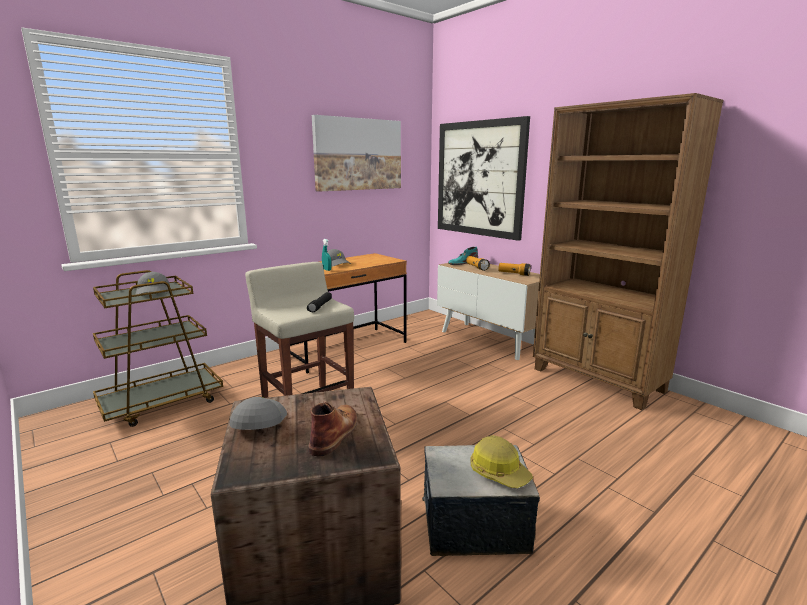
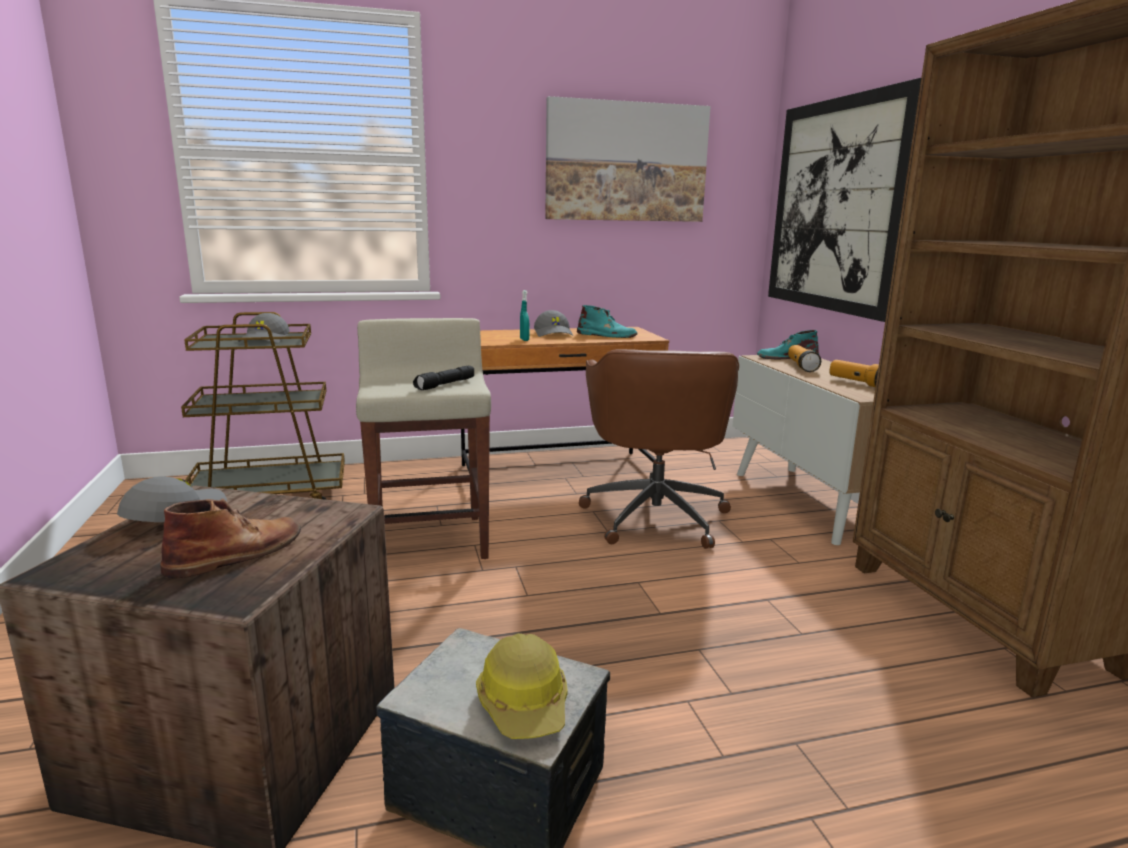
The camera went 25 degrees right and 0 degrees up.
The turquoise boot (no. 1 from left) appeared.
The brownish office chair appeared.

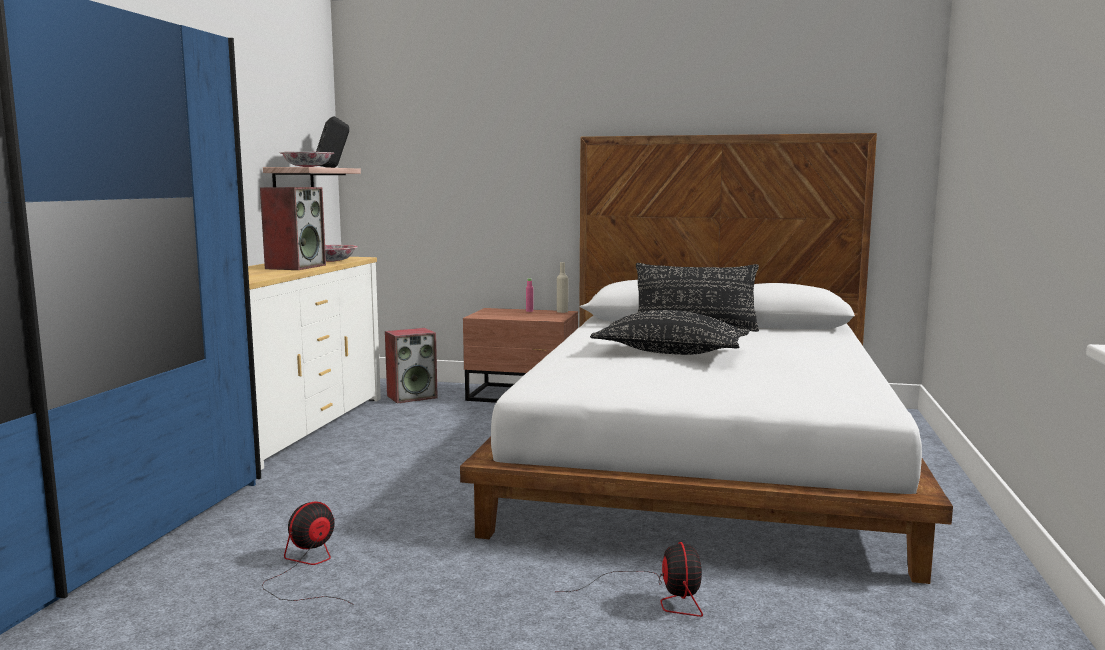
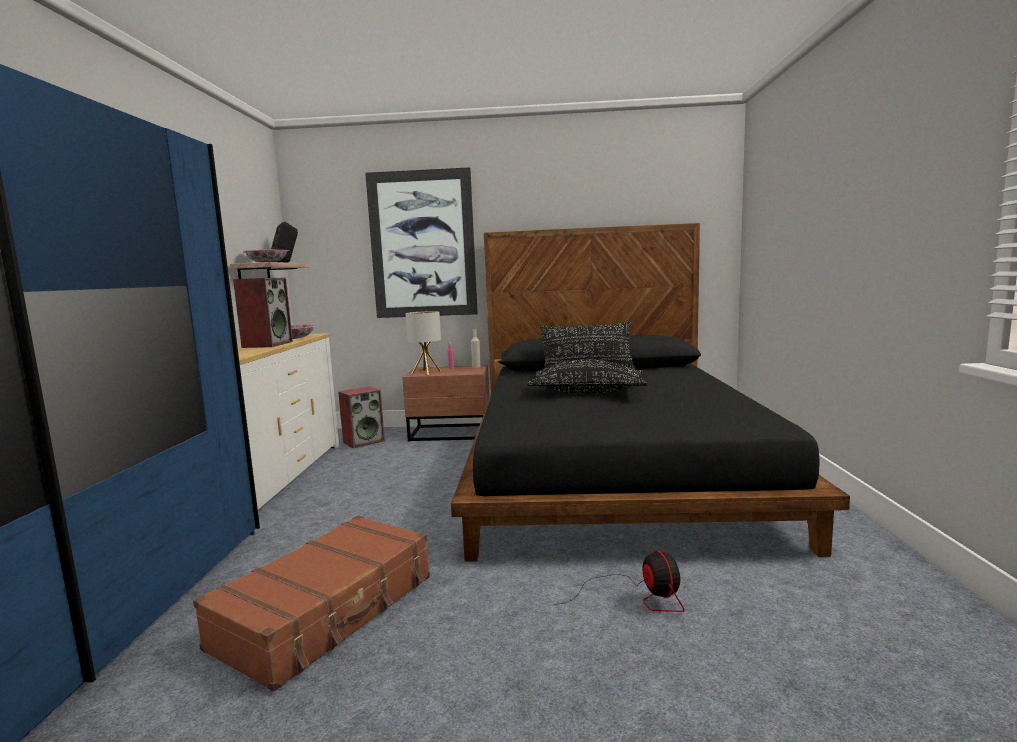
The camera went 10 degrees left and 0 degrees up.
The electric fan (no. 1 from left) was replaced by the brownish piece of luggage.
The wall art appeared.
The lamp for a table appeared.
The white-coloured bed became the black bed.

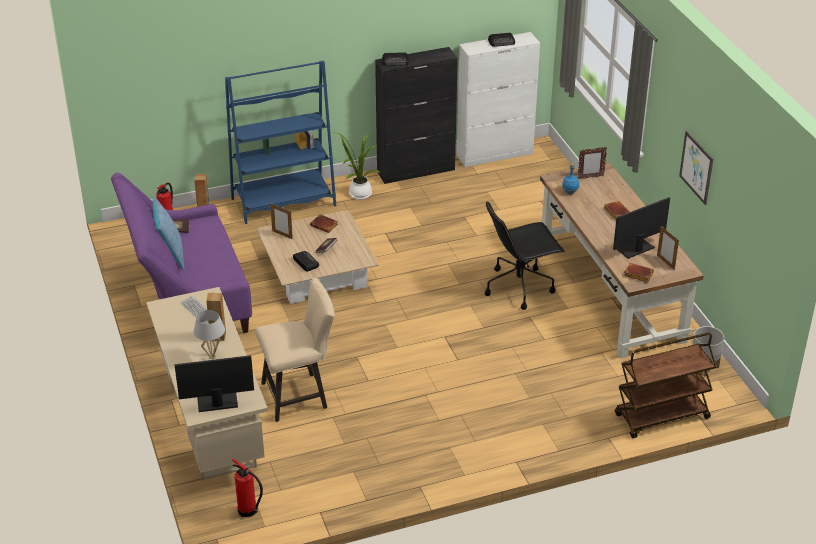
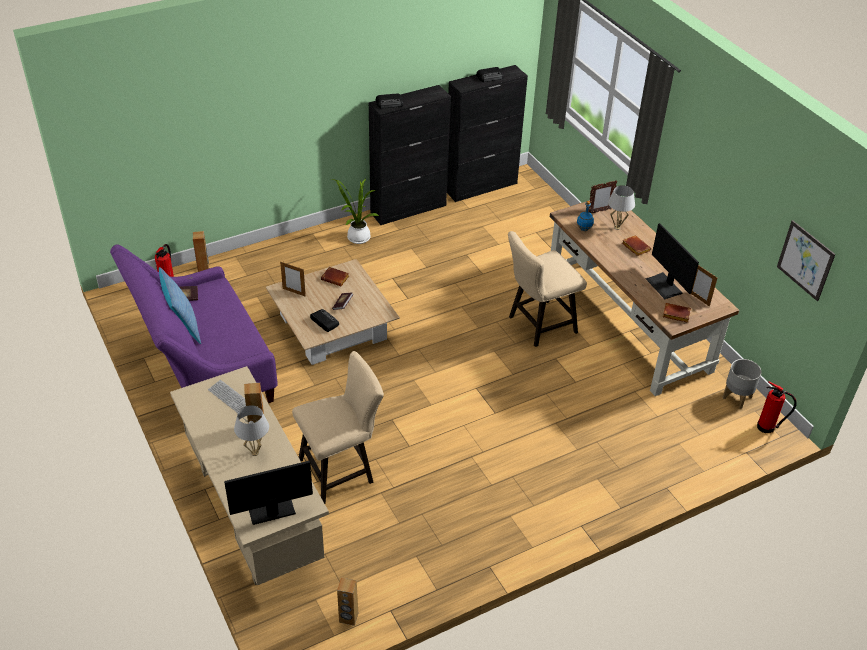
The camera went 10 degrees left and 5 degrees up.
The brownish speaker (no. 3 from left) appeared.
The white-coloured cabinet became the black cabinet (no. 2 from left).
The black office chair was replaced by the beige-coloured stool (no. 2 from left).
The white-coloured lamp for a table (no. 2 from left) appeared.
The monitor (no. 2 from left) turned 75 degrees counterclockwise.
The fire-fighting cylinder (no. 2 from left) moved.
The wall art moved.
The blue-coloured shelving unit disappeared.
The brownish cart disappeared.

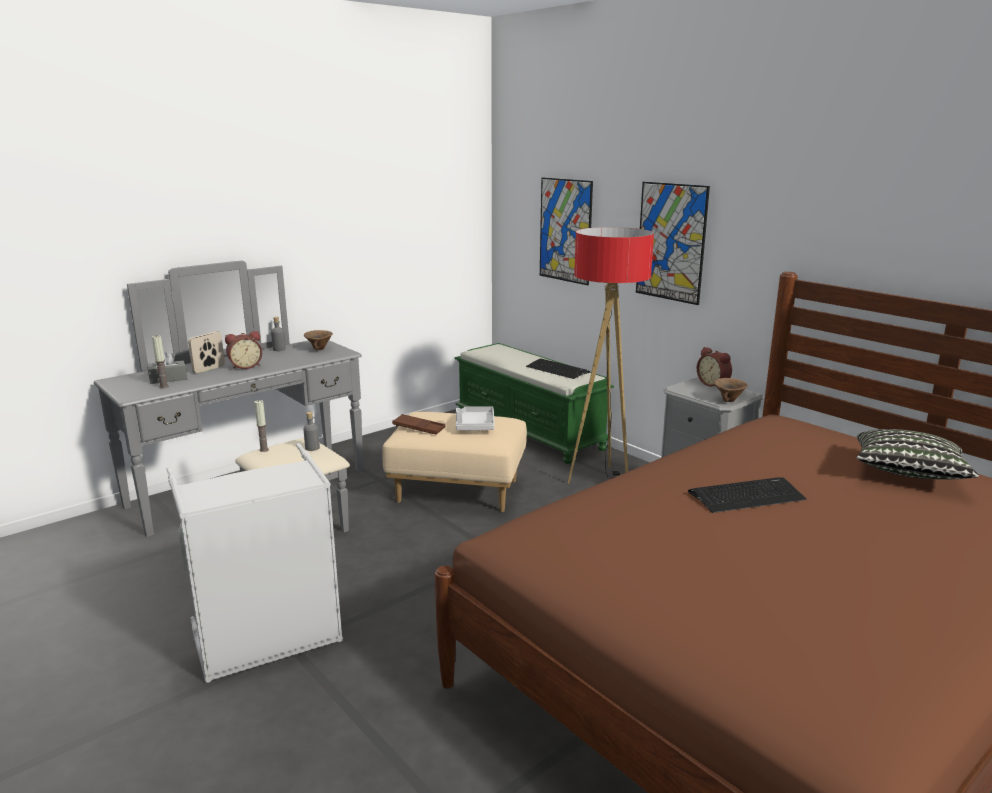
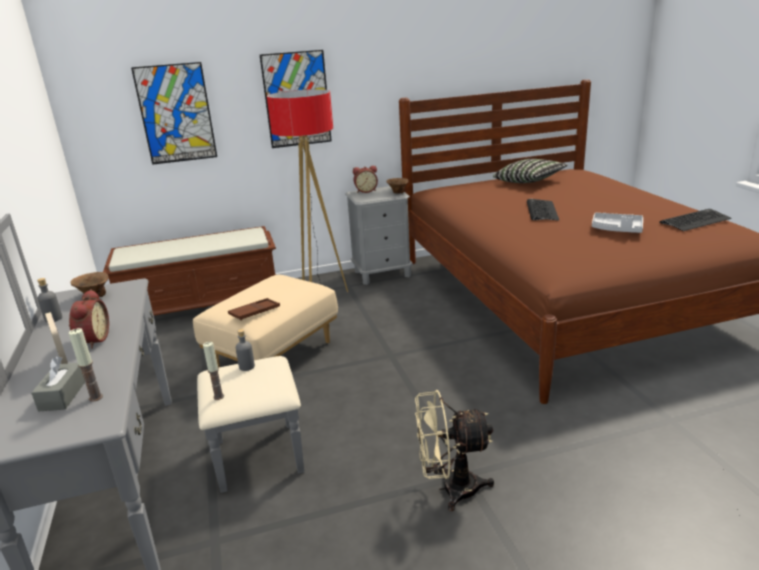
The camera went 65 degrees left and 5 degrees up.
The green indoor bench became the brownish indoor bench.
The gray hamper was replaced by the beige-coloured electric fan.
The gray carrying tray moved.
The PC keyboard (no. 1 from left in the first image) moved.

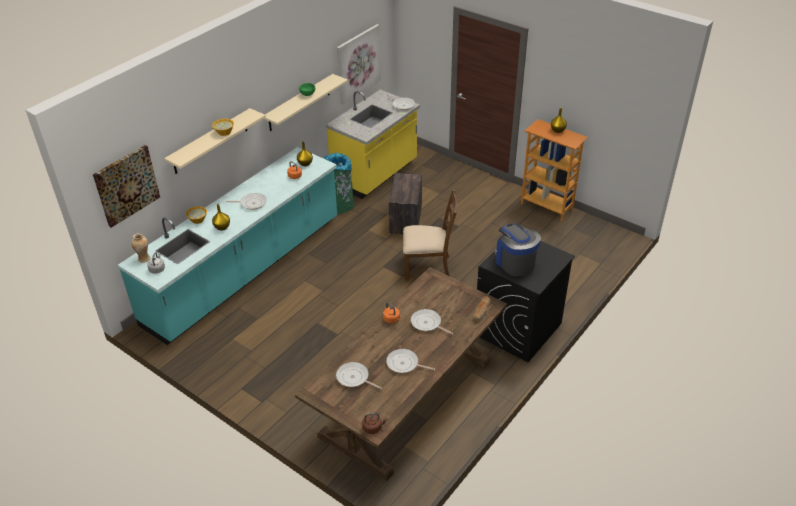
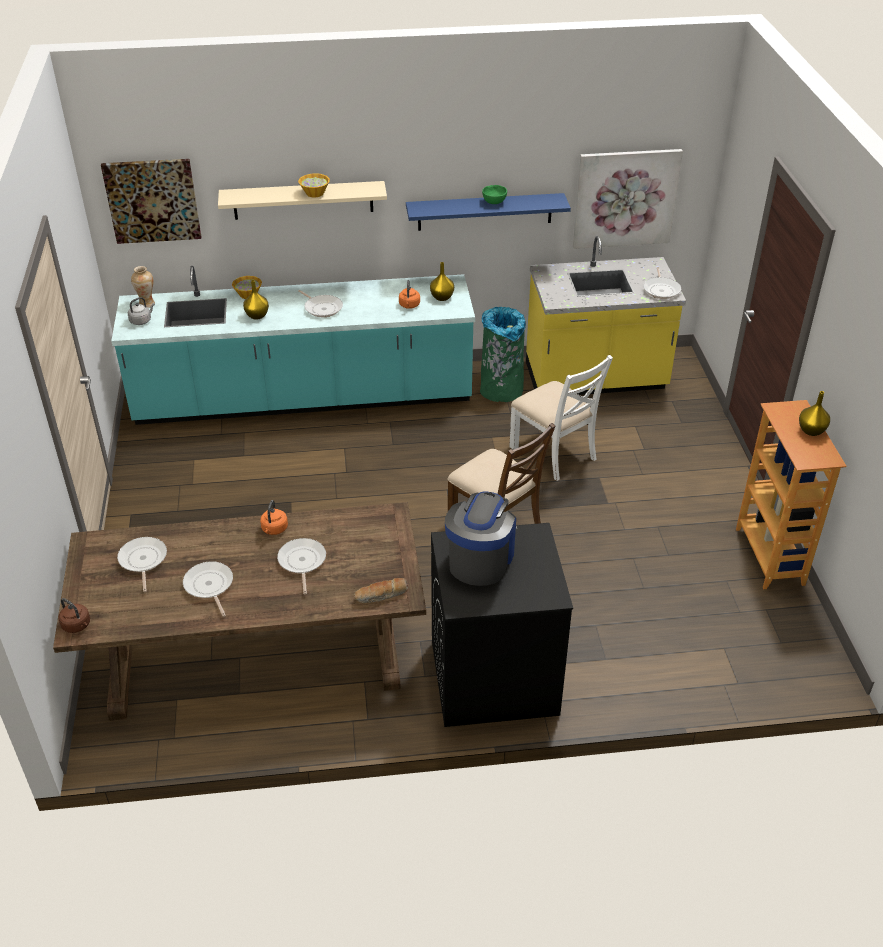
The camera went 45 degrees right and 0 degrees up.
The beige-coloured wall shelf (no. 2 from left) became the blue-coloured wall shelf.
The packing crate was replaced by the white-coloured upright chair.

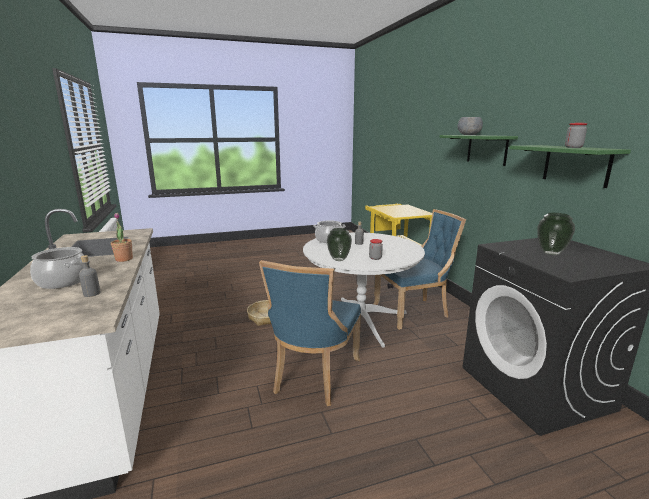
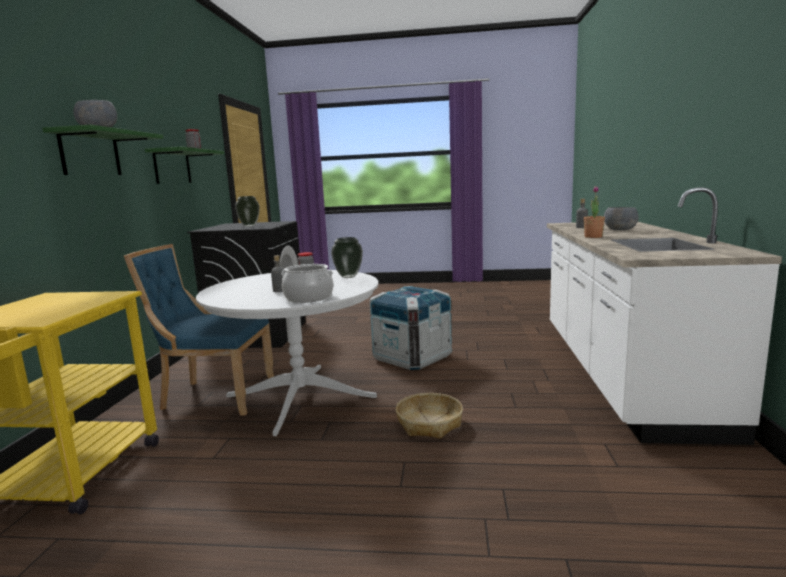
The camera went 155 degrees left and 5 degrees down.
The blue-coloured upright chair (no. 1 from left) was replaced by the packing crate.
The stockpot (no. 1 from left) was replaced by the gray bowl (no. 2 from left).

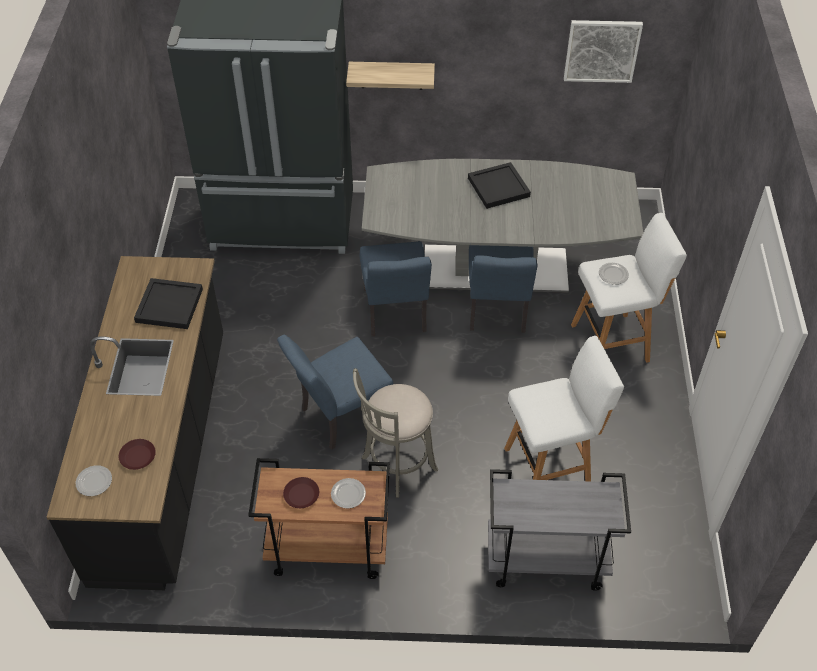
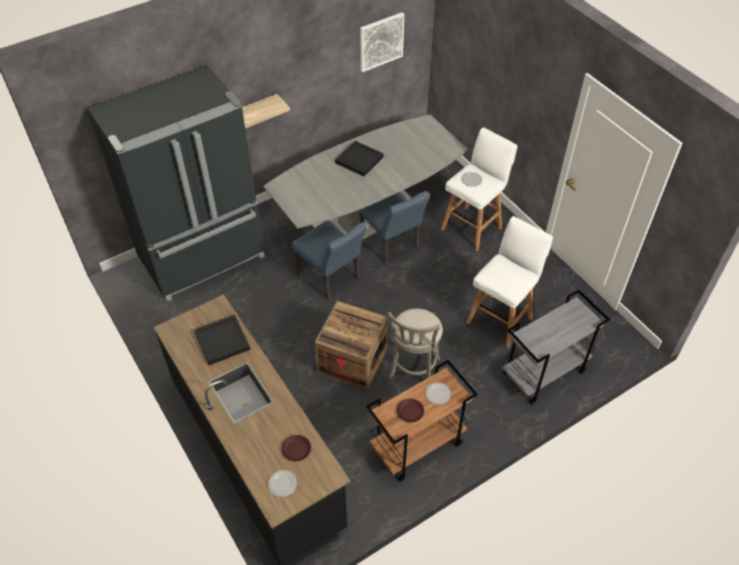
The camera went 35 degrees left and 0 degrees up.
The blue-coloured upright chair (no. 1 from left) was replaced by the packing crate.

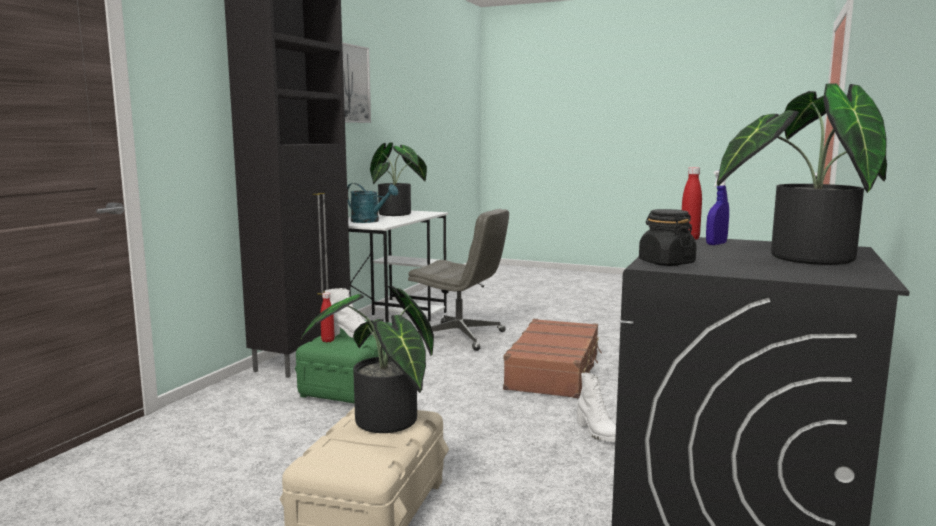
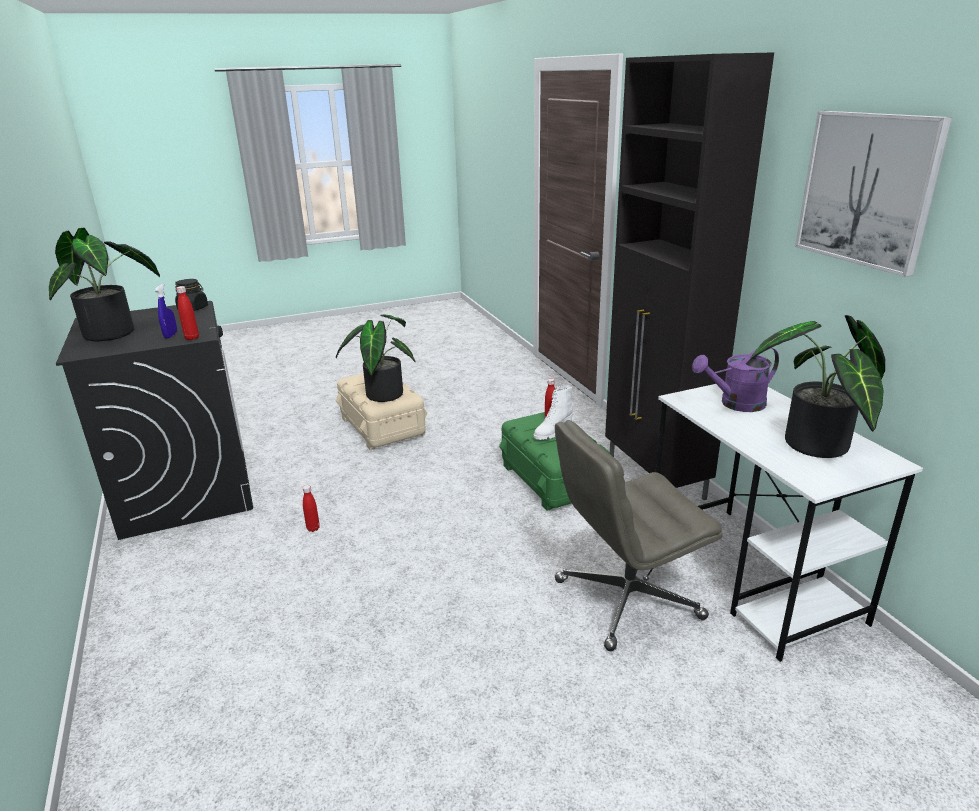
The camera went 135 degrees right and 15 degrees up.
The white-coloured boot (no. 2 from left) was replaced by the red drink bottle (no. 2 from left).
The turquoise watering can became the purplish watering can.
The brownish piece of luggage disappeared.

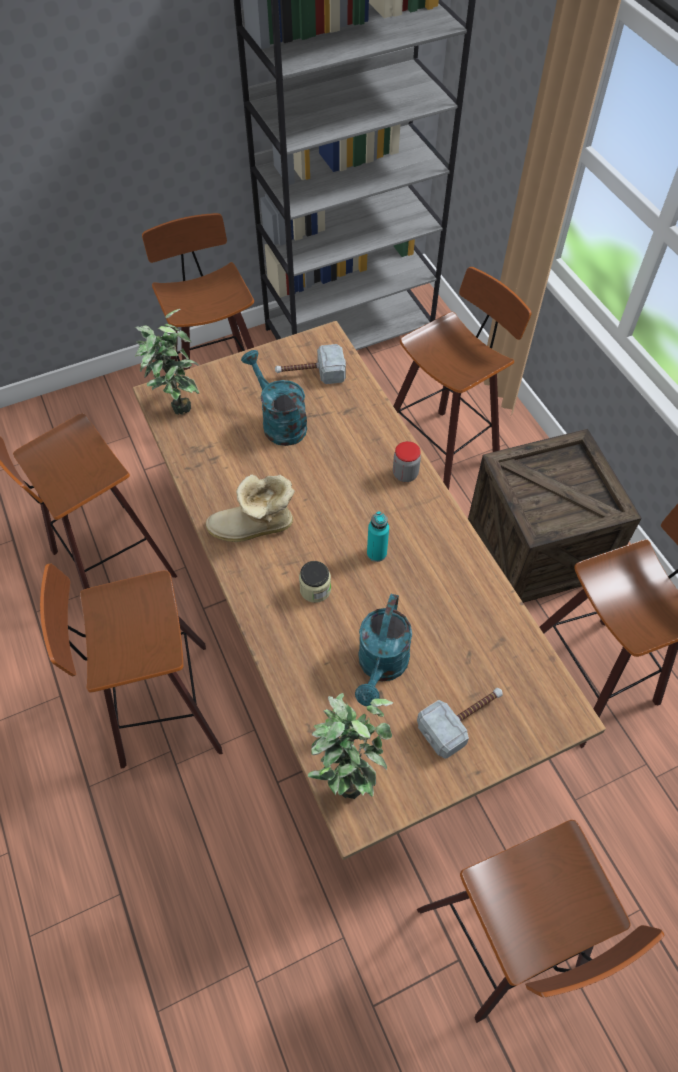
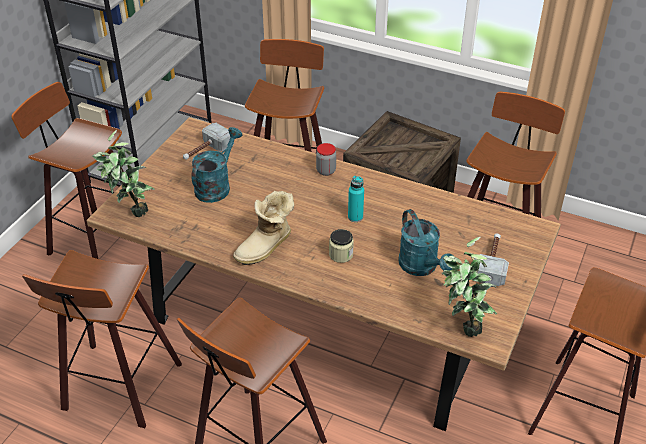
The camera went 40 degrees left and 15 degrees down.
The turquoise watering can (no. 1 from left) turned 105 degrees clockwise.

